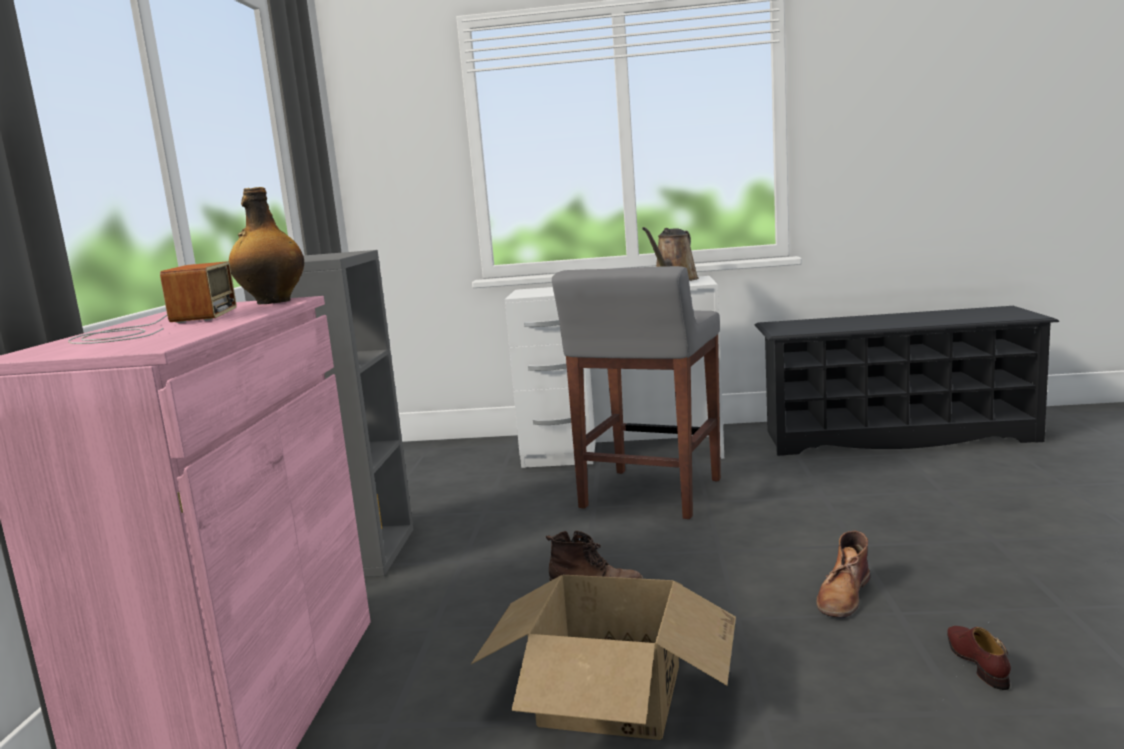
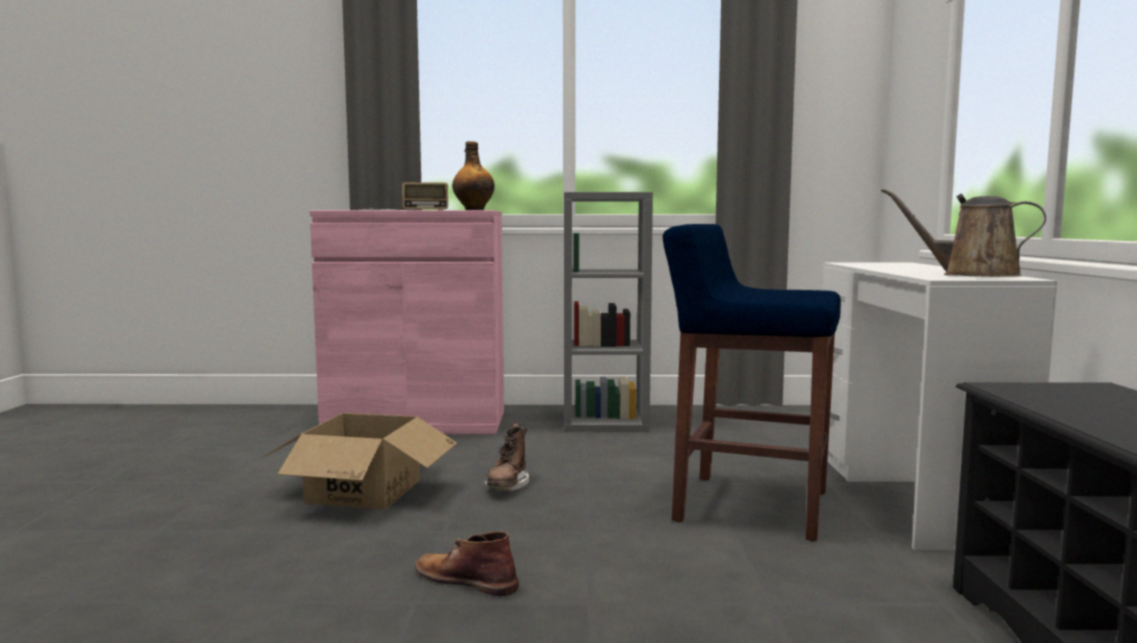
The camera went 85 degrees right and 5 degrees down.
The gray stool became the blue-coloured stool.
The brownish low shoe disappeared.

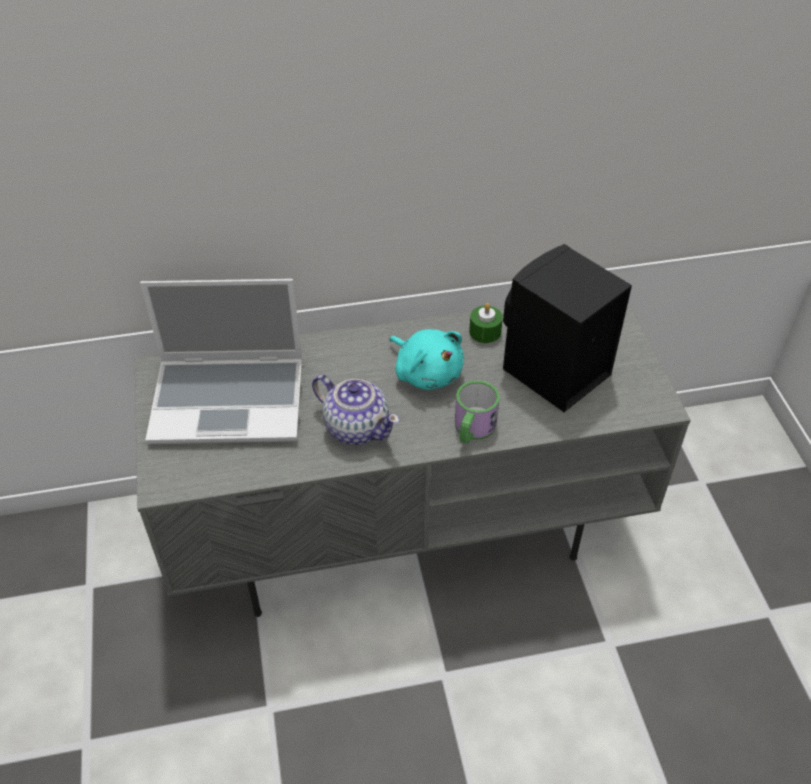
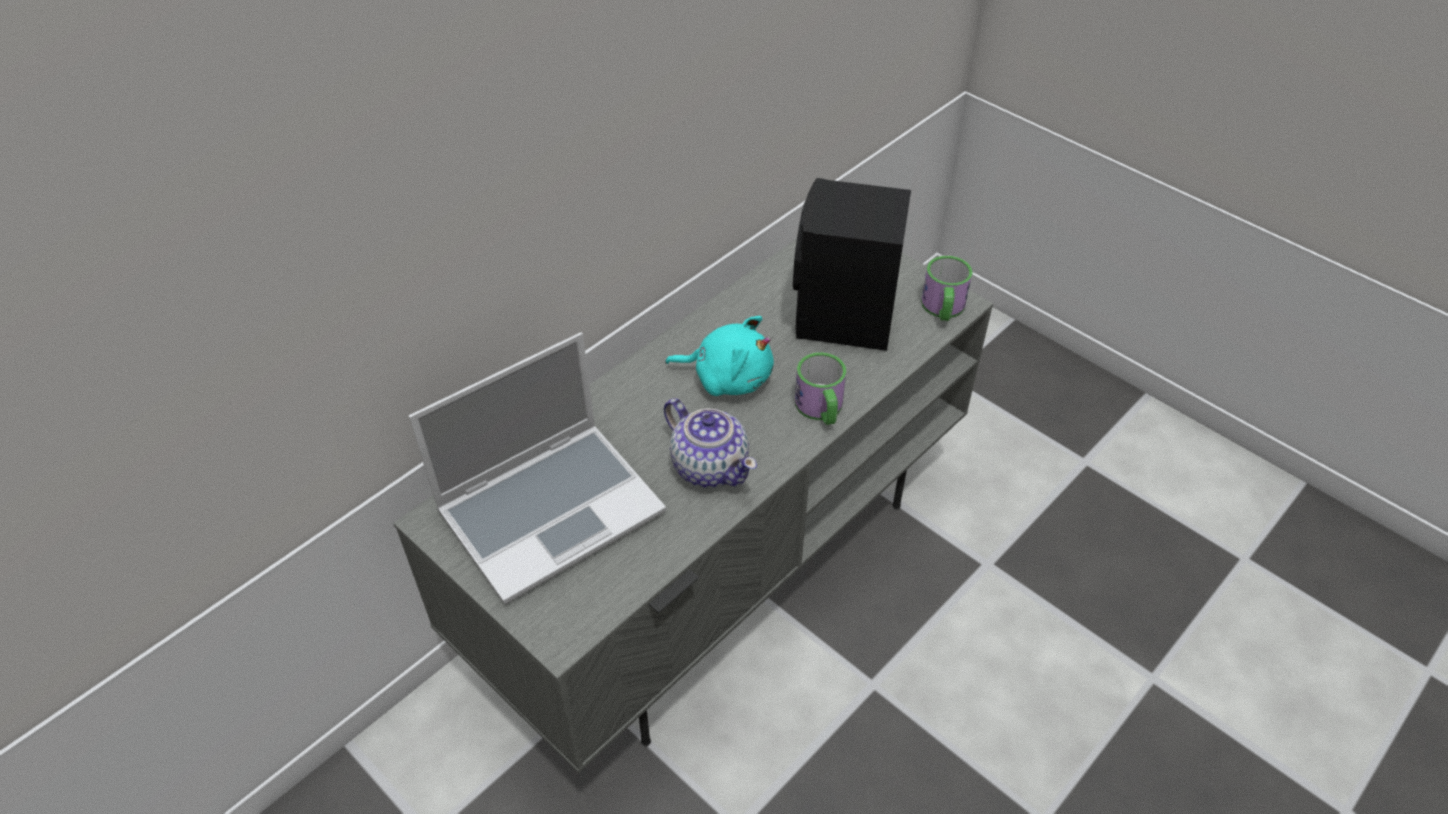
The camera went 35 degrees left and 0 degrees up.
The teapot turned 45 degrees clockwise.
The mug (no. 2 from left) appeared.
The green wax light disappeared.

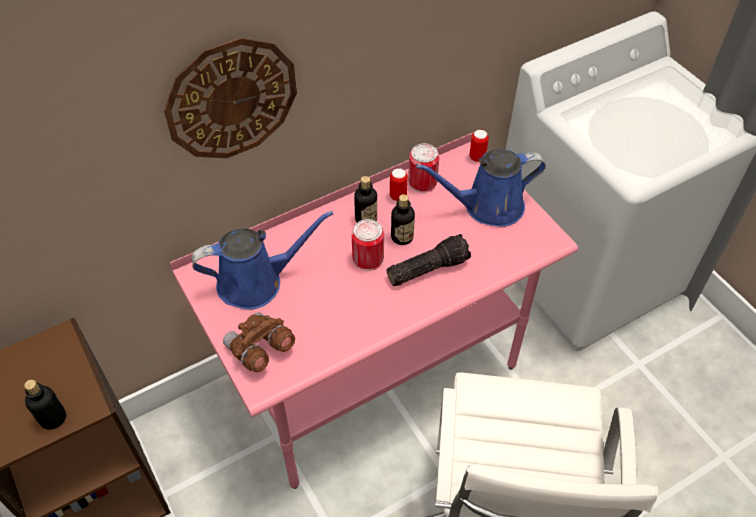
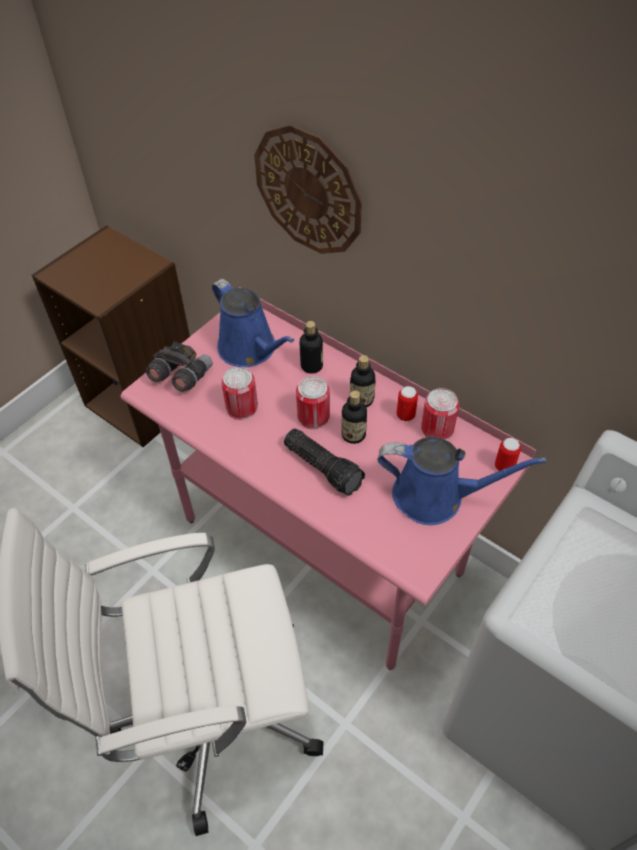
The camera went 70 degrees right and 0 degrees up.
The brownish field glasses became the gray field glasses.
The sealed can (no. 1 from left) appeared.
The drink bottle (no. 1 from left) moved.
The blue-coloured watering can (no. 2 from left) turned 135 degrees clockwise.

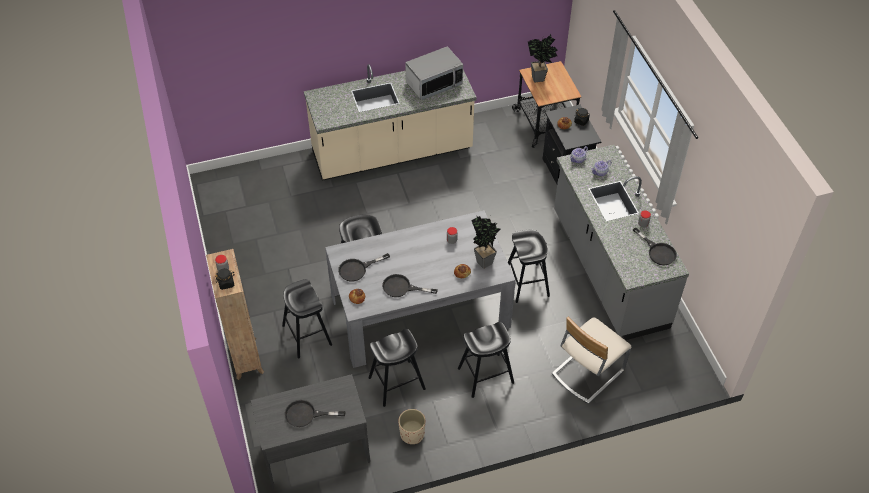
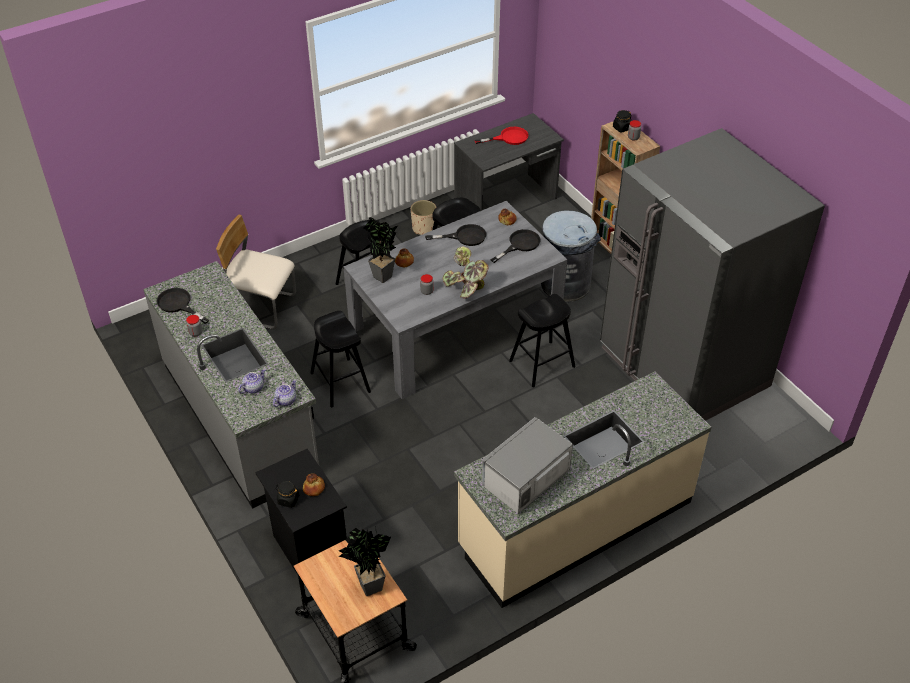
The camera went 165 degrees right and 5 degrees down.
The beige-coloured upright chair turned 105 degrees counterclockwise.
The potted plant (no. 3 from left) appeared.
The black frying pan (no. 1 from left) became the red frying pan.
The black stool (no. 1 from left) was replaced by the gray trash can.
The gray kitchen fridge appeared.

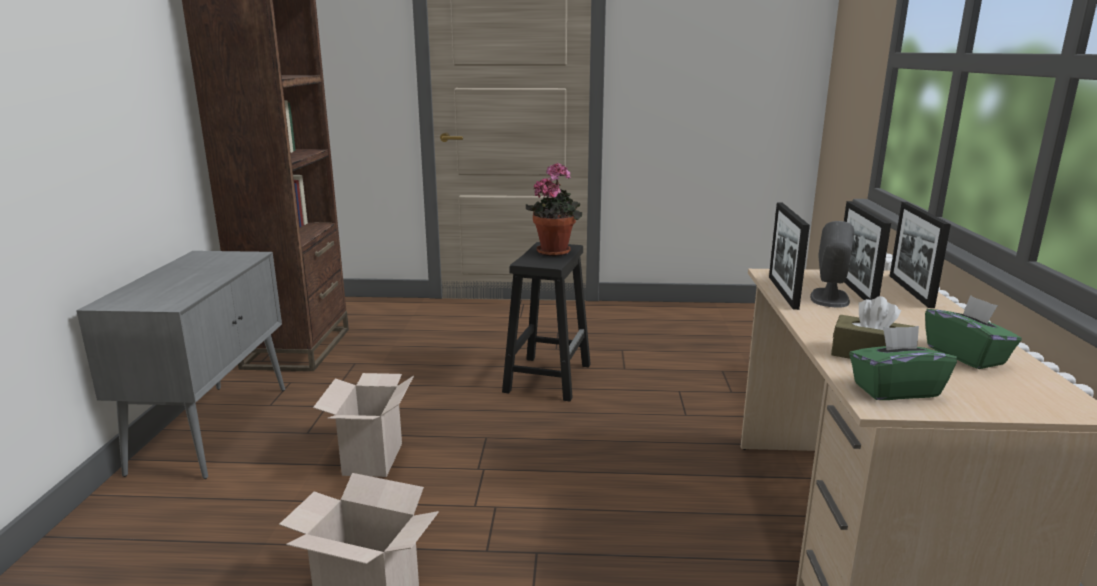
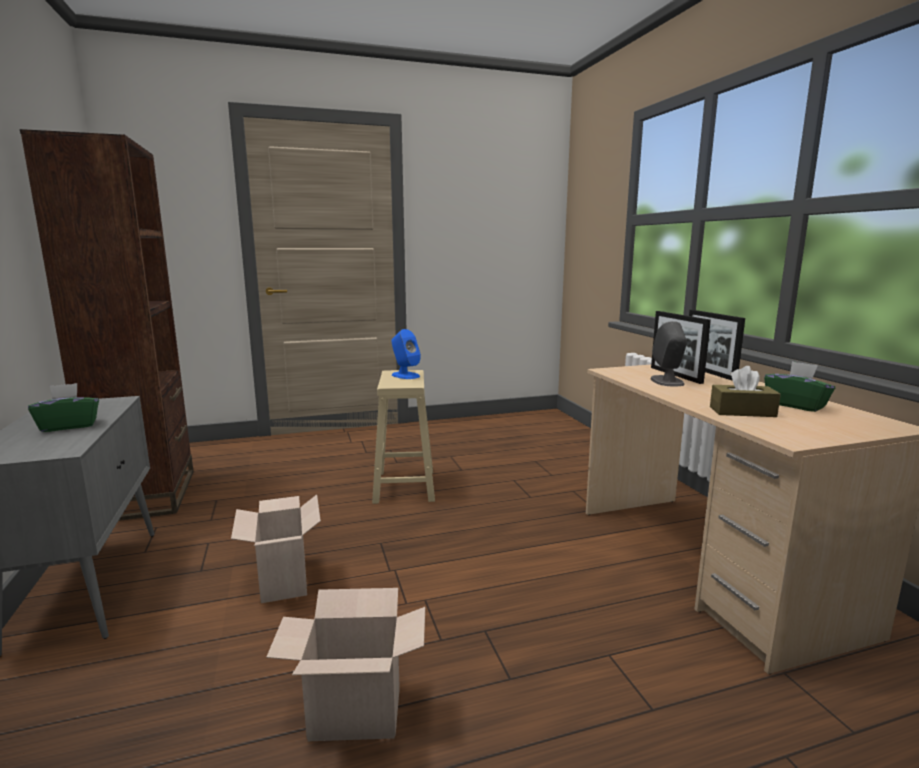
The camera went 20 degrees left and 5 degrees down.
The green tissue box (no. 1 from left) moved.
The black stool became the beige-coloured stool.
The potted plant was replaced by the blue-coloured speaker.
The picture frame (no. 1 from left) disappeared.

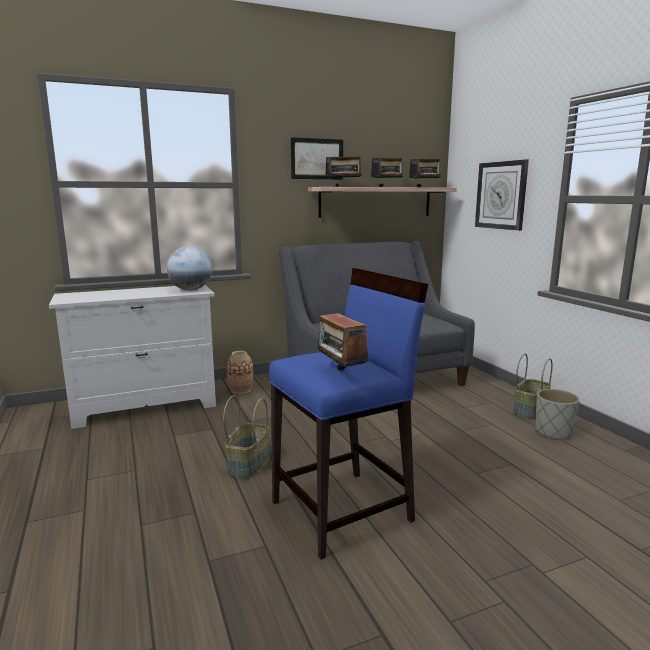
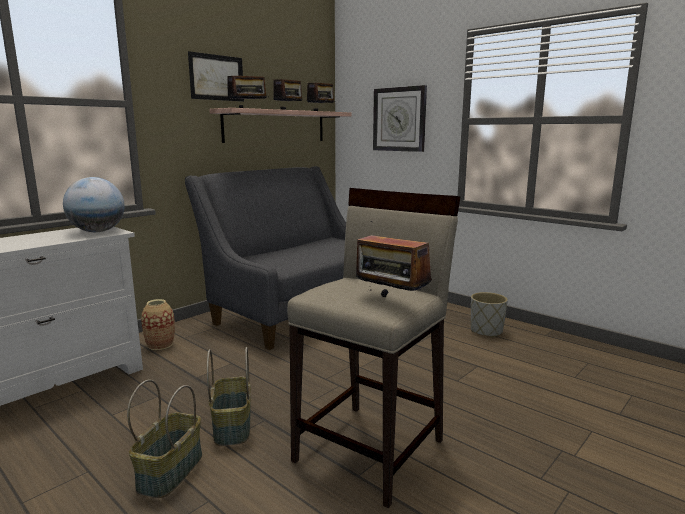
The camera went 25 degrees left and 0 degrees up.
The storage basket (no. 2 from left in the first image) moved.
The blue-coloured stool became the beige-coloured stool.

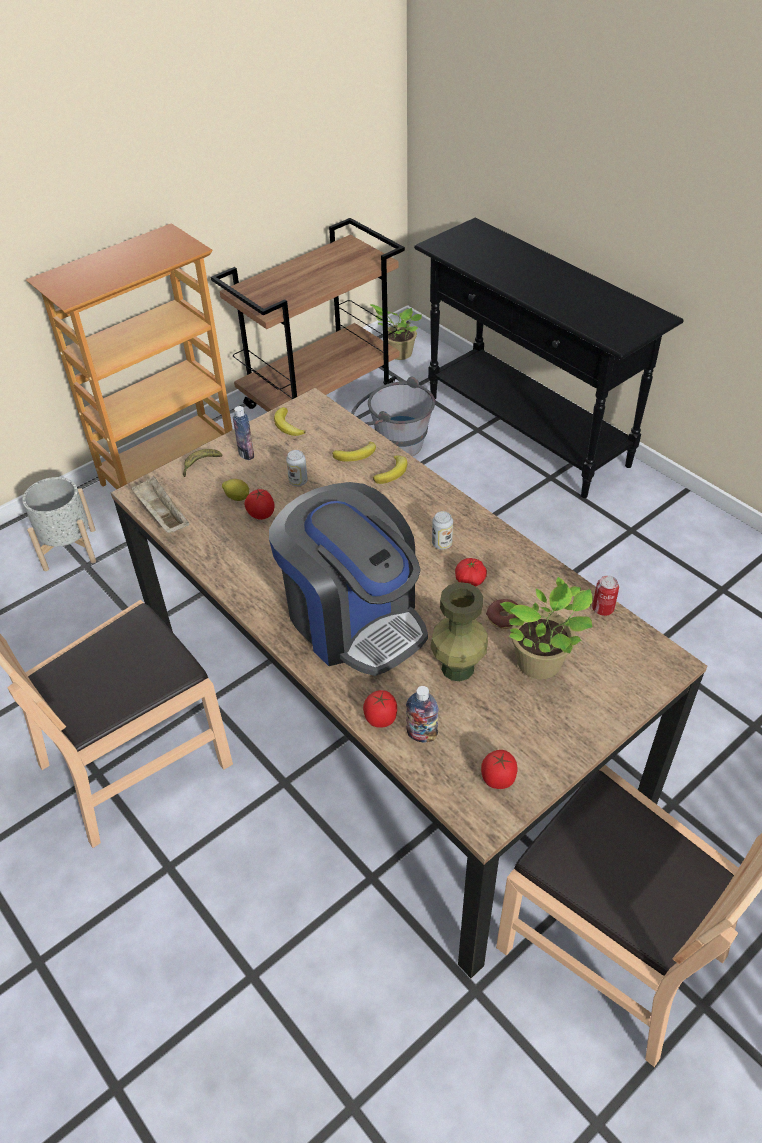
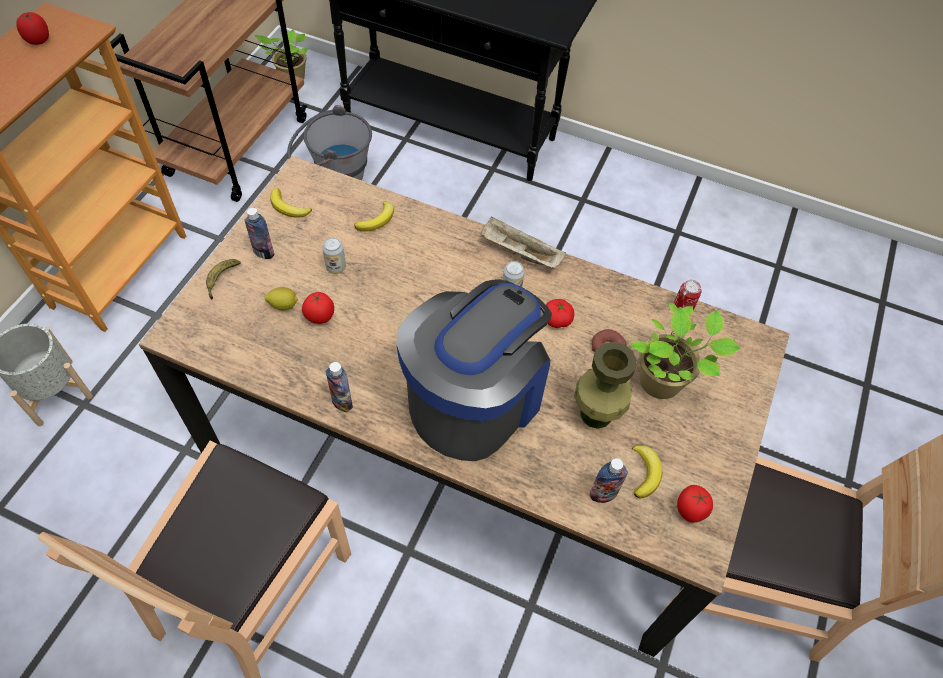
The camera went 30 degrees left and 10 degrees up.
The whole tomato (no. 2 from left in the first image) moved.
The drink bottle (no. 2 from left) appeared.
The coffee maker turned 75 degrees counterclockwise.
The beige-coloured carrying tray moved.
The banana fruit (no. 4 from left) moved.

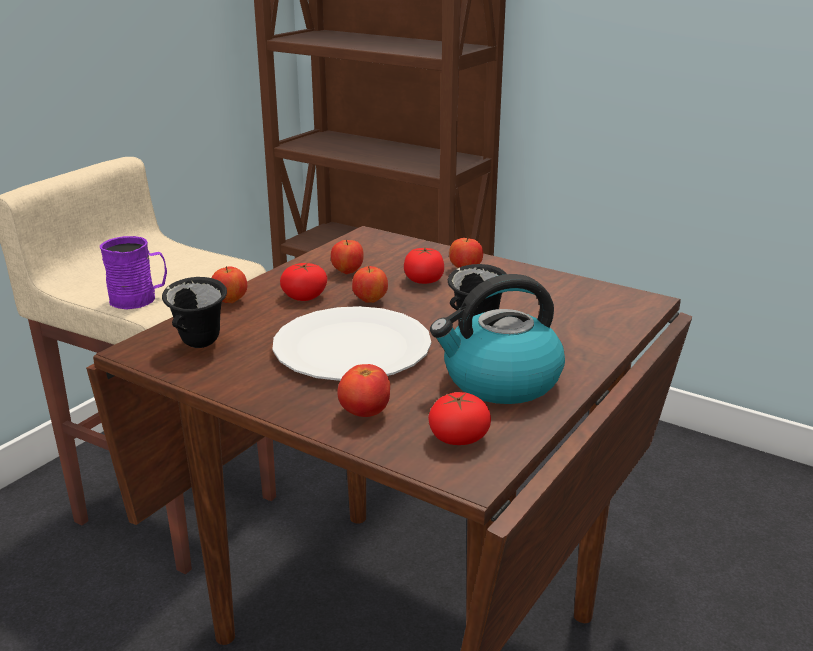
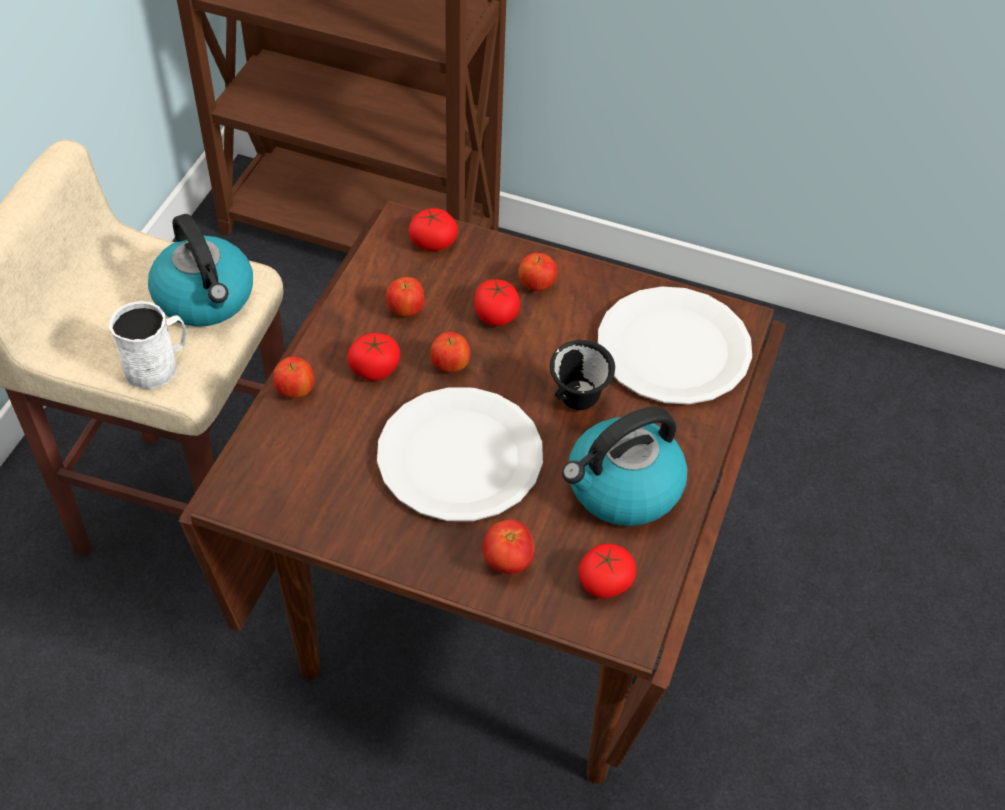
The camera went 15 degrees left and 25 degrees up.
The purplish mug became the white-coloured mug.
The kettle (no. 1 from left) appeared.
The whole tomato (no. 2 from left) appeared.
The white-coloured dinner plate (no. 2 from left) appeared.
The black mug (no. 1 from left) disappeared.

